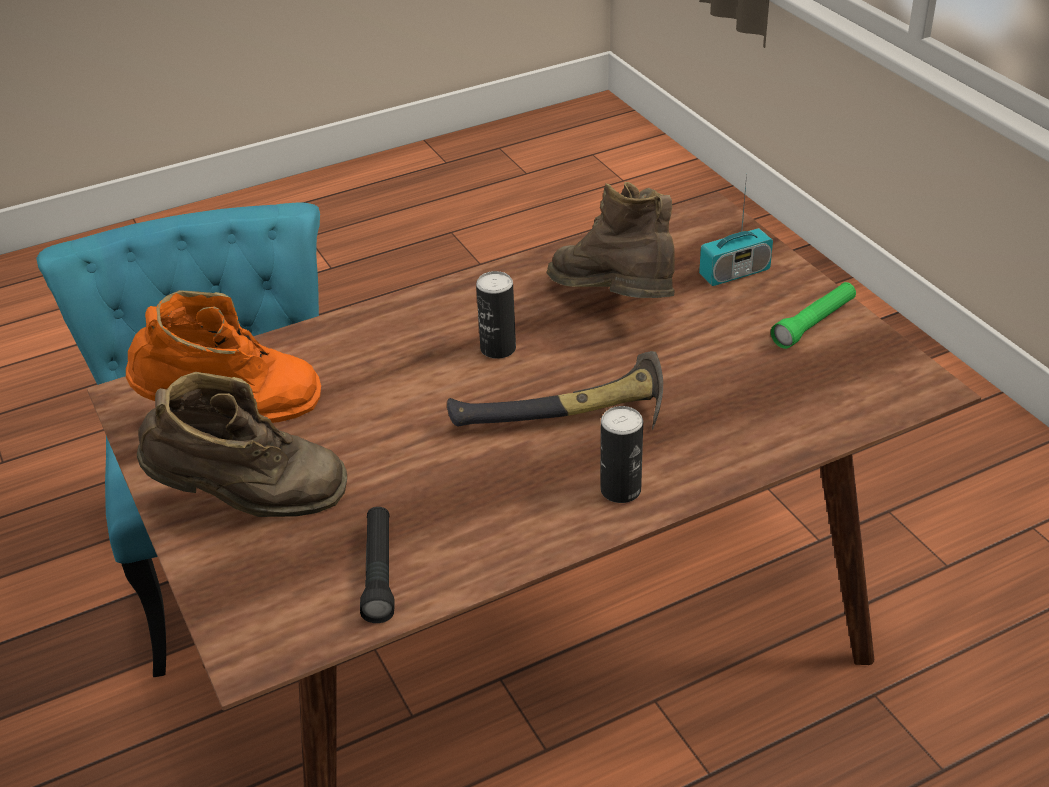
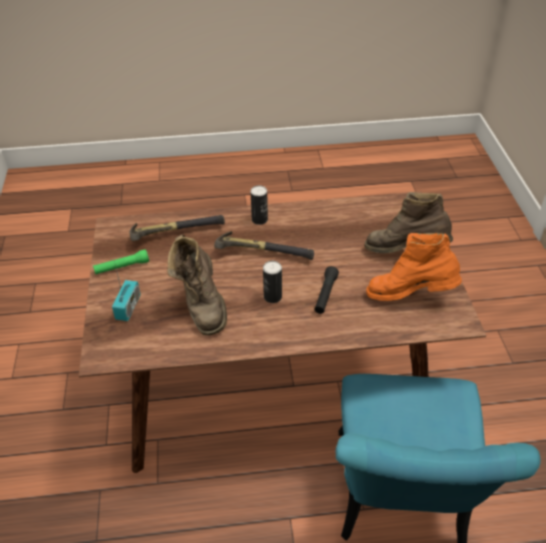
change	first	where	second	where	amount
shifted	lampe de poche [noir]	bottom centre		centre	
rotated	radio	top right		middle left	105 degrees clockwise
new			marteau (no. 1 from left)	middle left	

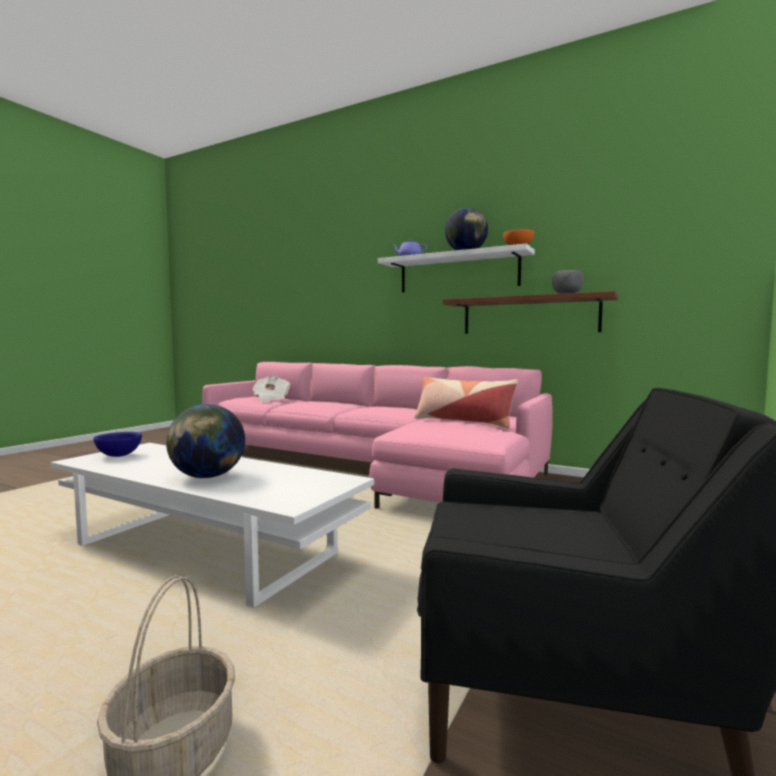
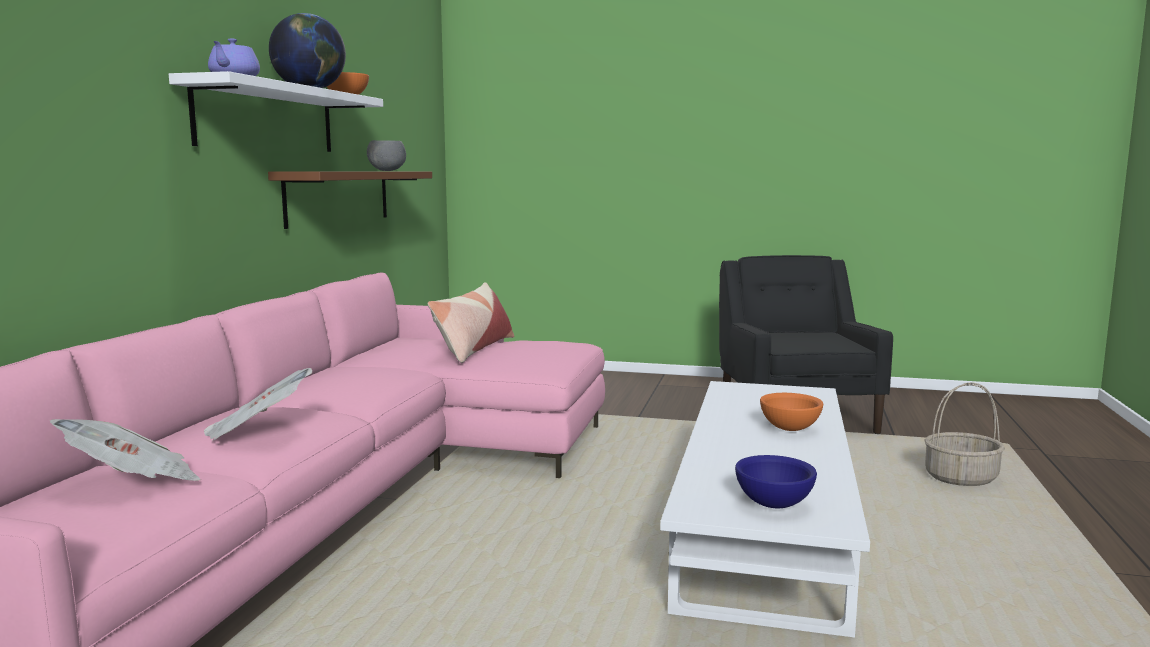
change	first	where	second	where	amount
swapped	globe (no. 1 from left)	middle left	bol [orange] (no. 2 from left)	middle right	
new			journal (no. 2 from left)	middle left	

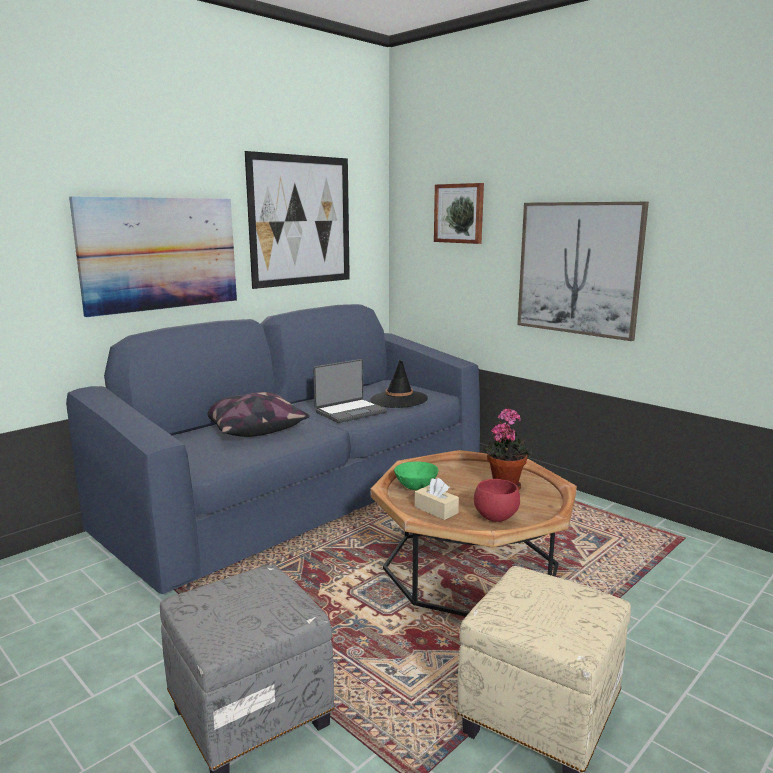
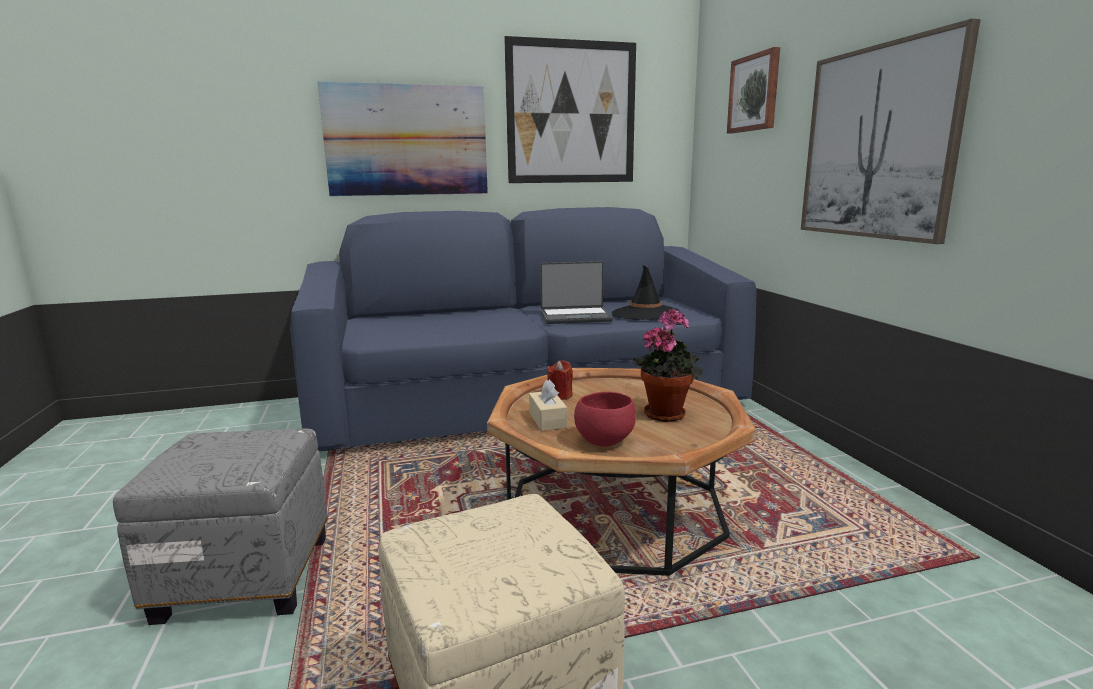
change	first	where	second	where	amount
gone	coussin	centre			
swapped	bol [vert]	centre	bougie [rouge]	centre	

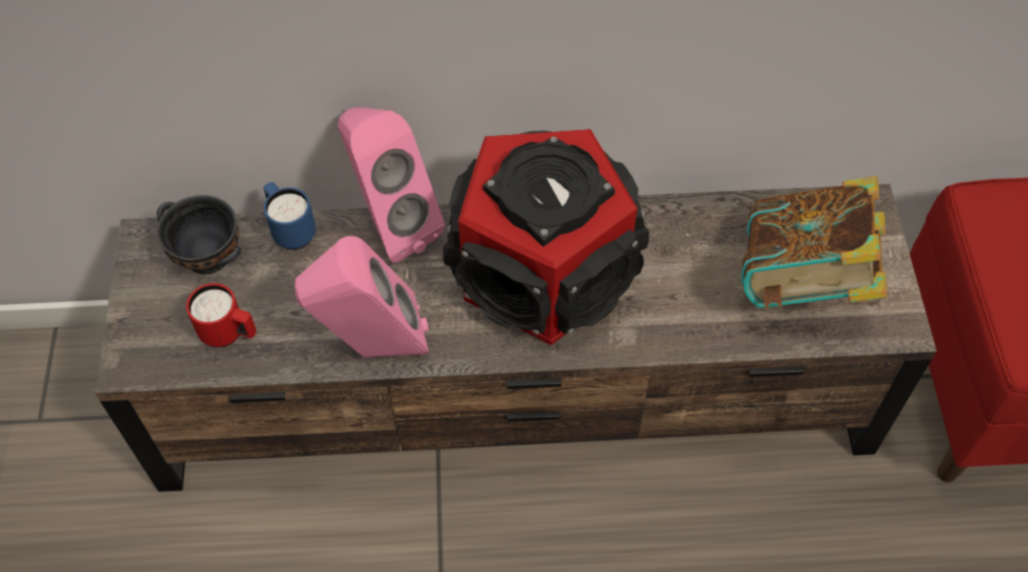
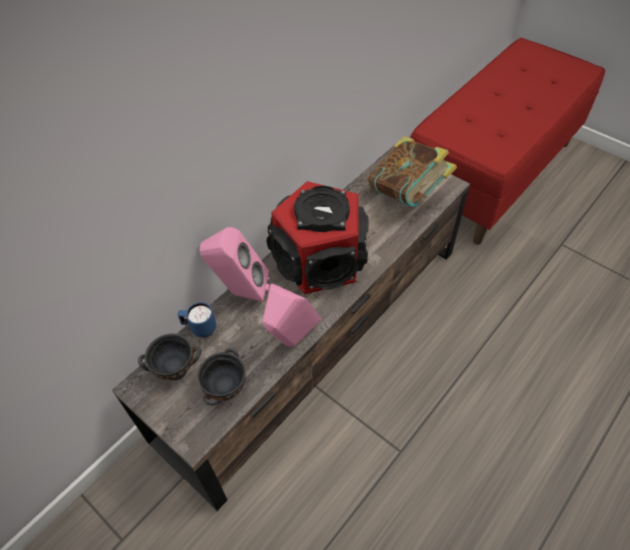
change	first	where	second	where	amount
swapped	mug [rouge]	middle left	bol [noir] (no. 2 from left)	bottom centre	

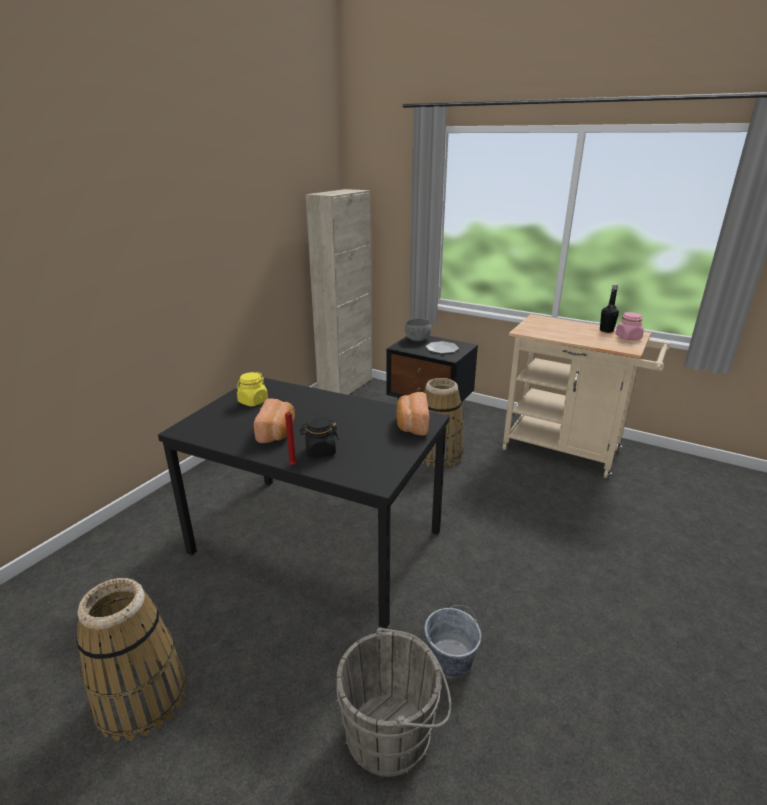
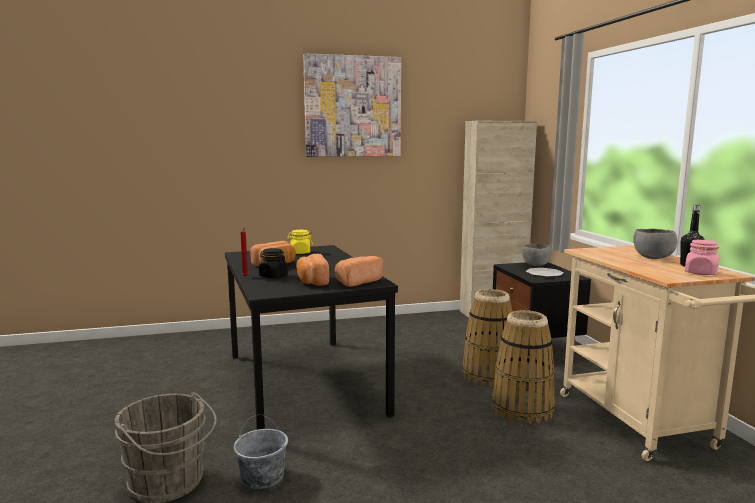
change	first	where	second	where	amount
shifted	panier (no. 1 from left in the first image)	bottom left	panier (no. 2 from left)	bottom right	
new			pain (no. 2 from left)	centre	
new			tableau	top centre	
new			bol [gris] (no. 2 from left)	middle right	

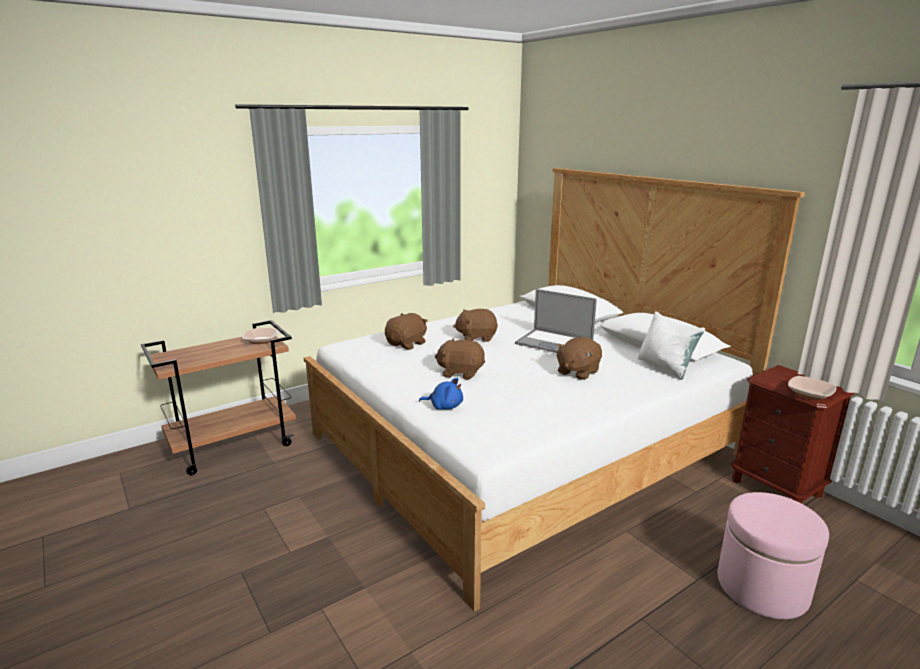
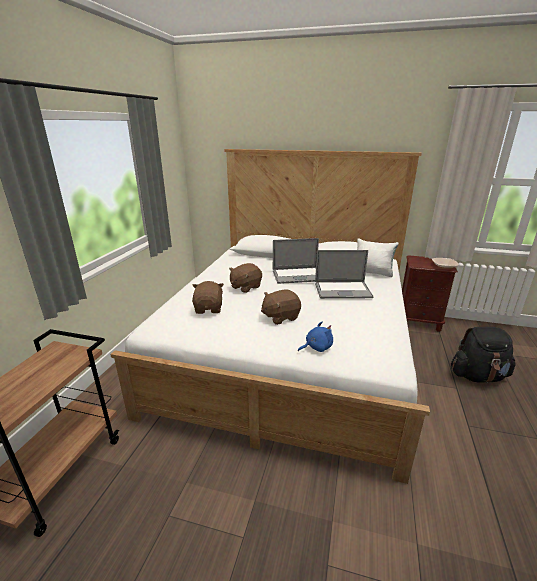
change	first	where	second	where	amount
gone	bol (no. 1 from left)	middle left			
swapped	peluche [marron] (no. 4 from left)	centre	ordinateur portable (no. 2 from left)	centre	
swapped	pouf [rose]	bottom right	sac à dos [noir]	middle right	

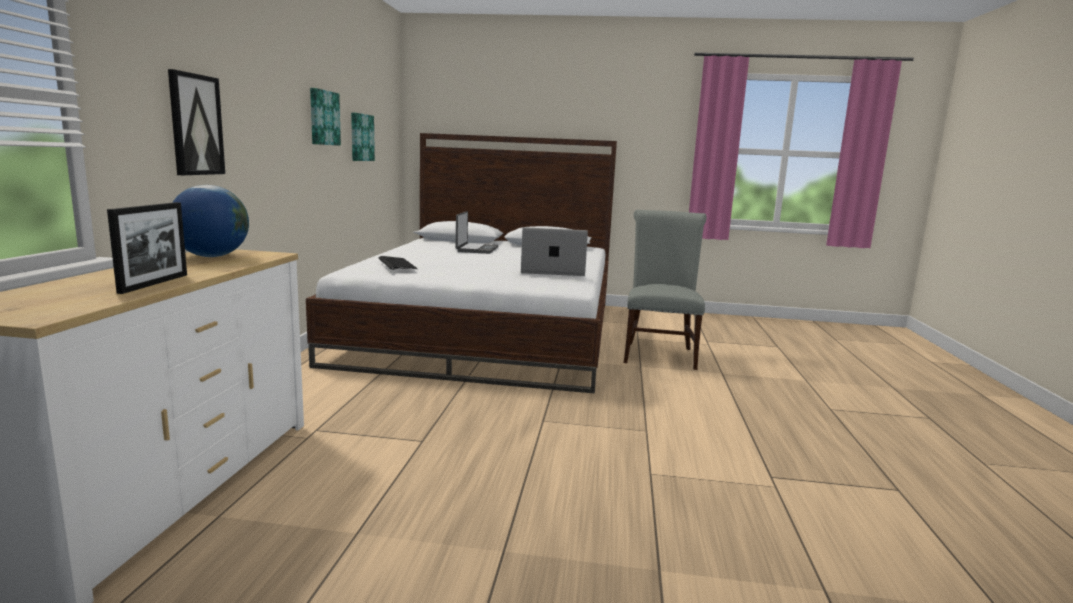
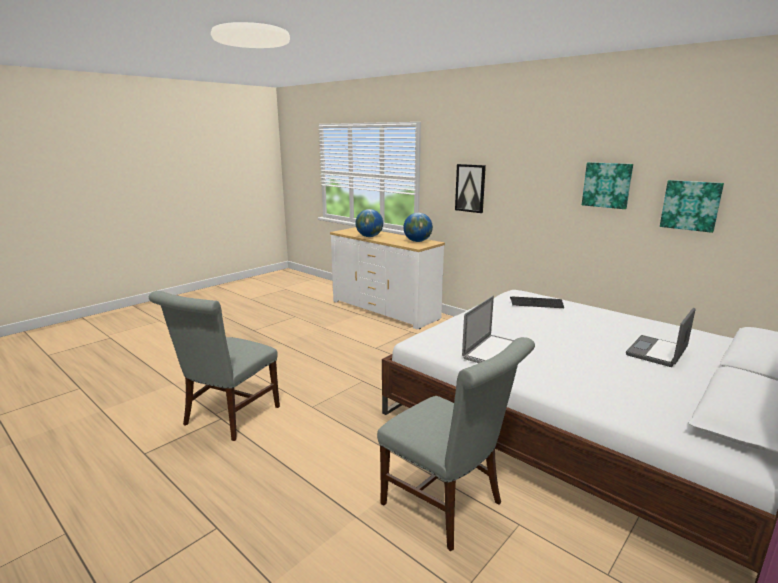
change	first	where	second	where	amount
swapped	cadre photo	middle left	globe (no. 1 from left)	centre	
rotated	ordinateur portable (no. 1 from left in the first image)	centre	ordinateur portable (no. 2 from left)	middle right	90 degrees clockwise
new			chaise [gris] (no. 1 from left)	middle left	

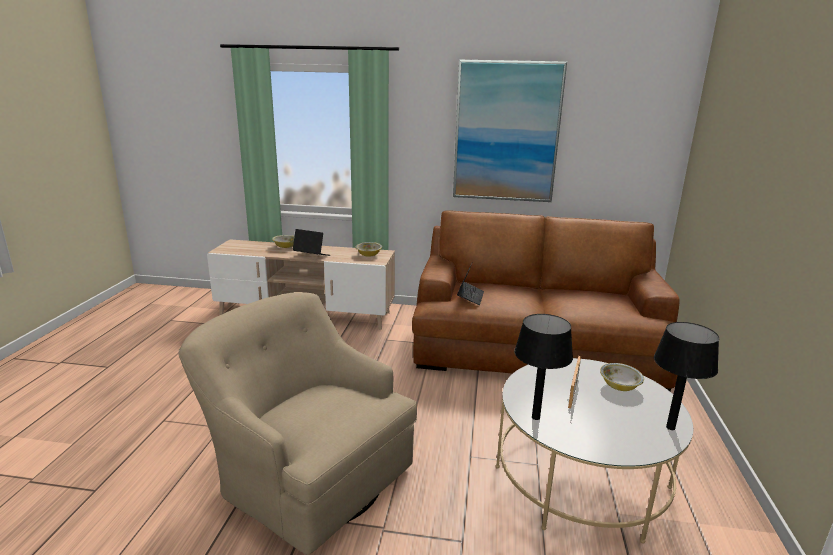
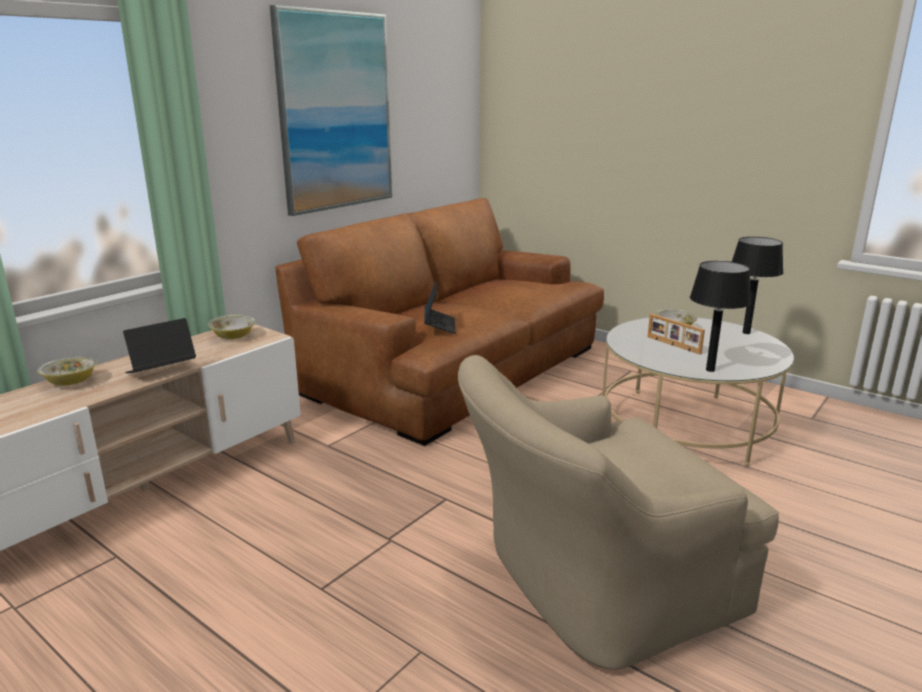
change	first	where	second	where	amount
rotated	ordinateur portable (no. 2 from left)	centre		centre	45 degrees clockwise

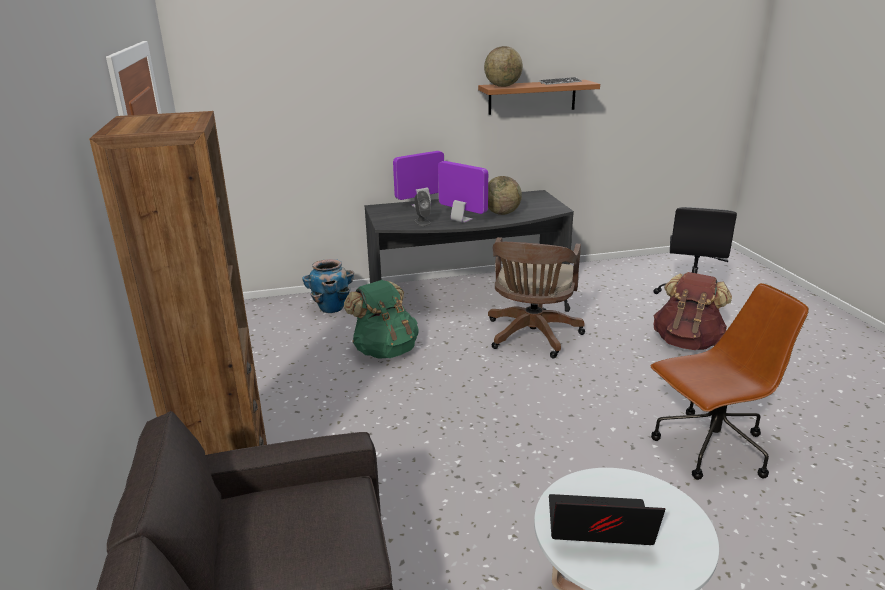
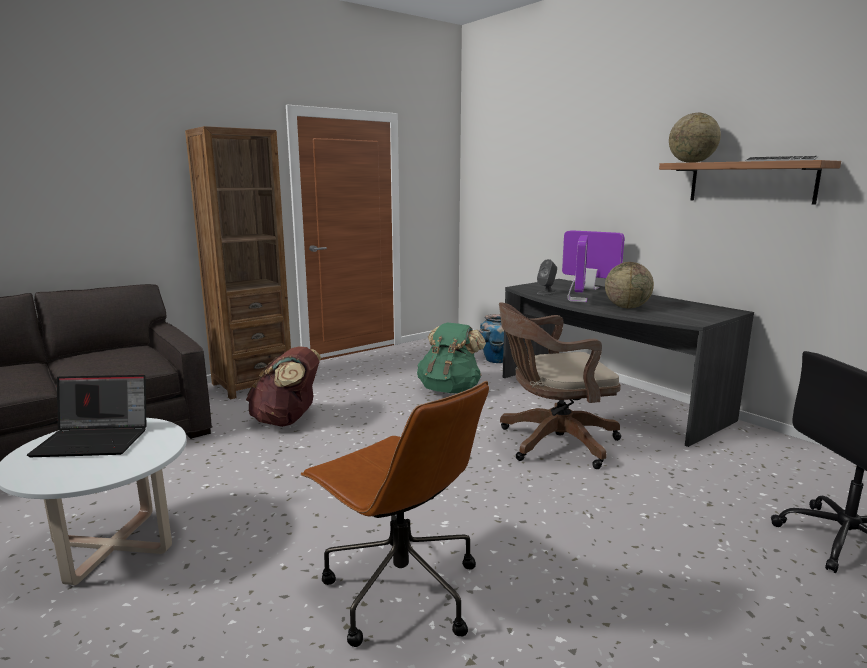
change	first	where	second	where	amount
rotated	ordinateur portable	bottom right		middle left	105 degrees clockwise
shifted	sac à dos [marron]	middle right		middle left	

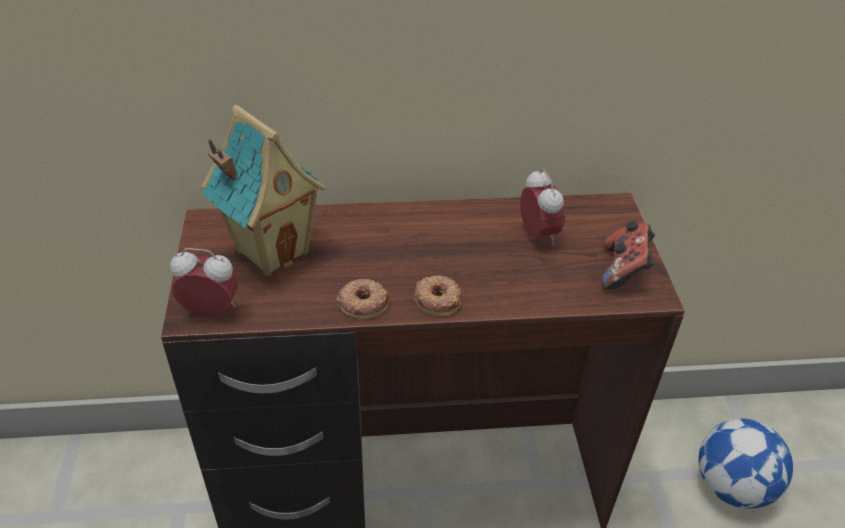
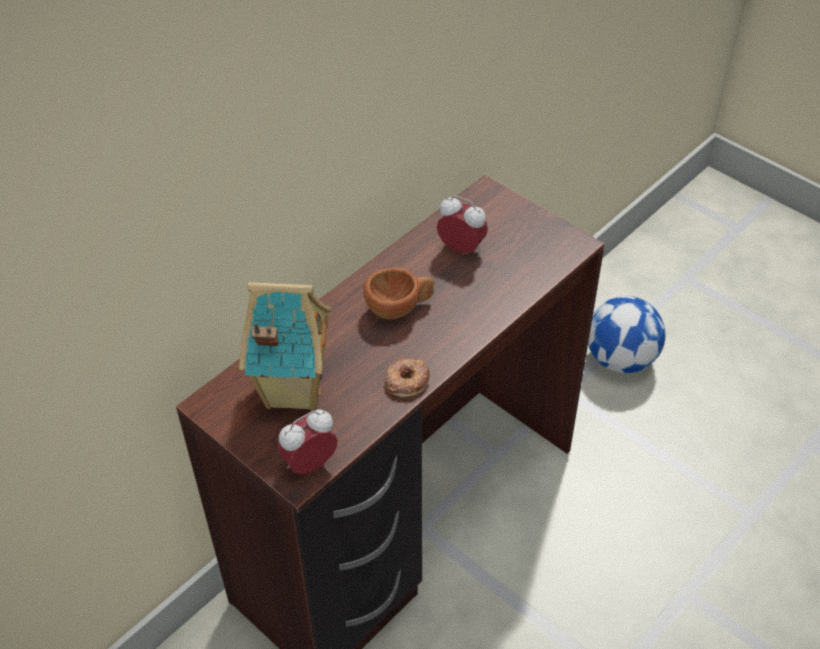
change	first	where	second	where	amount
gone	beignet (no. 2 from left)	centre			
gone	manette	middle right			
new			tasse [marron]	centre	

